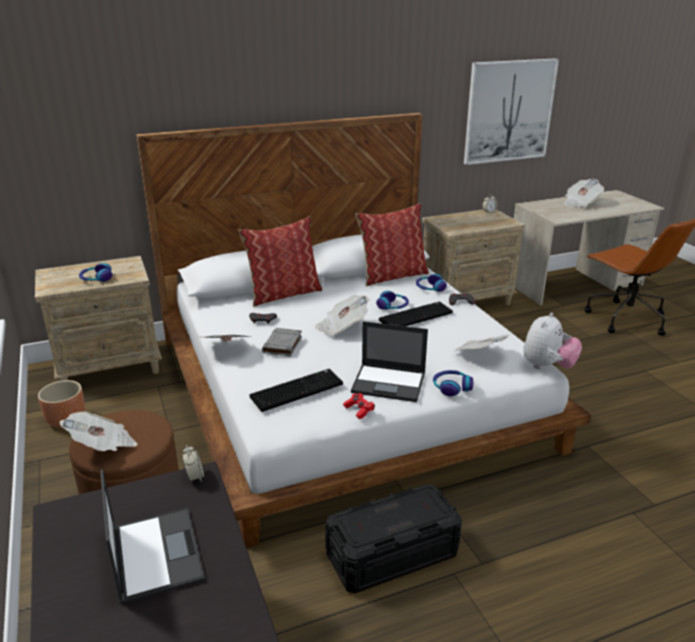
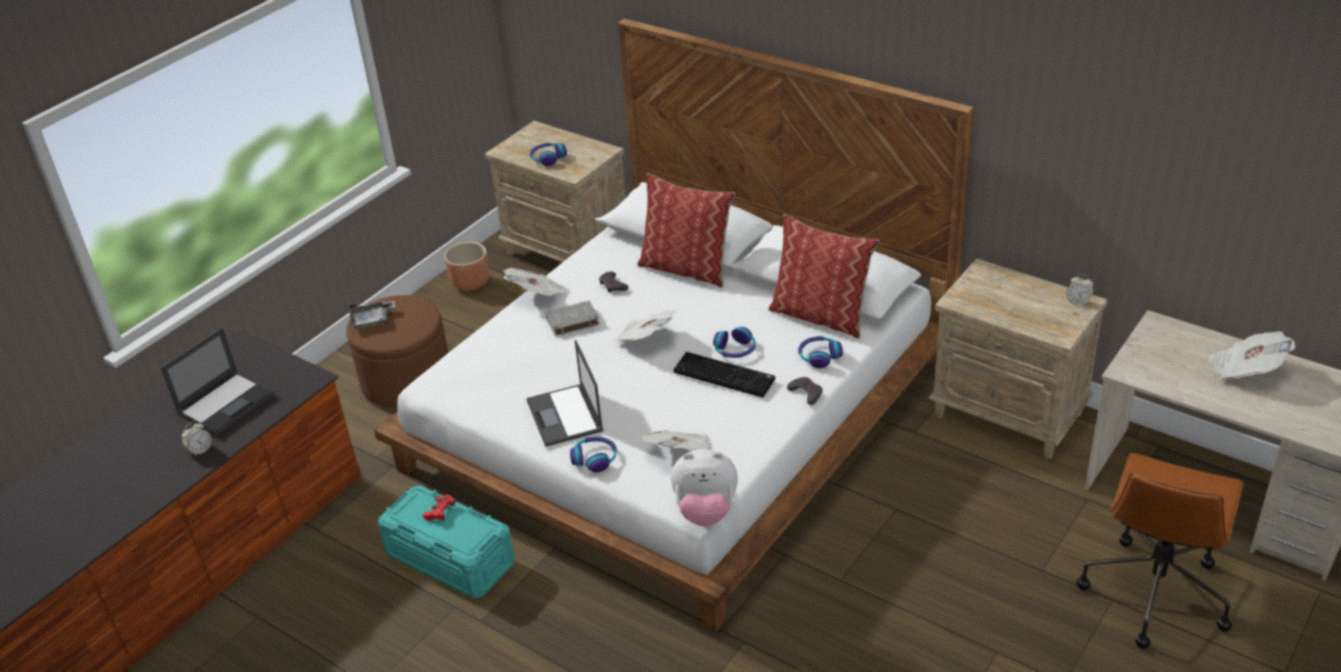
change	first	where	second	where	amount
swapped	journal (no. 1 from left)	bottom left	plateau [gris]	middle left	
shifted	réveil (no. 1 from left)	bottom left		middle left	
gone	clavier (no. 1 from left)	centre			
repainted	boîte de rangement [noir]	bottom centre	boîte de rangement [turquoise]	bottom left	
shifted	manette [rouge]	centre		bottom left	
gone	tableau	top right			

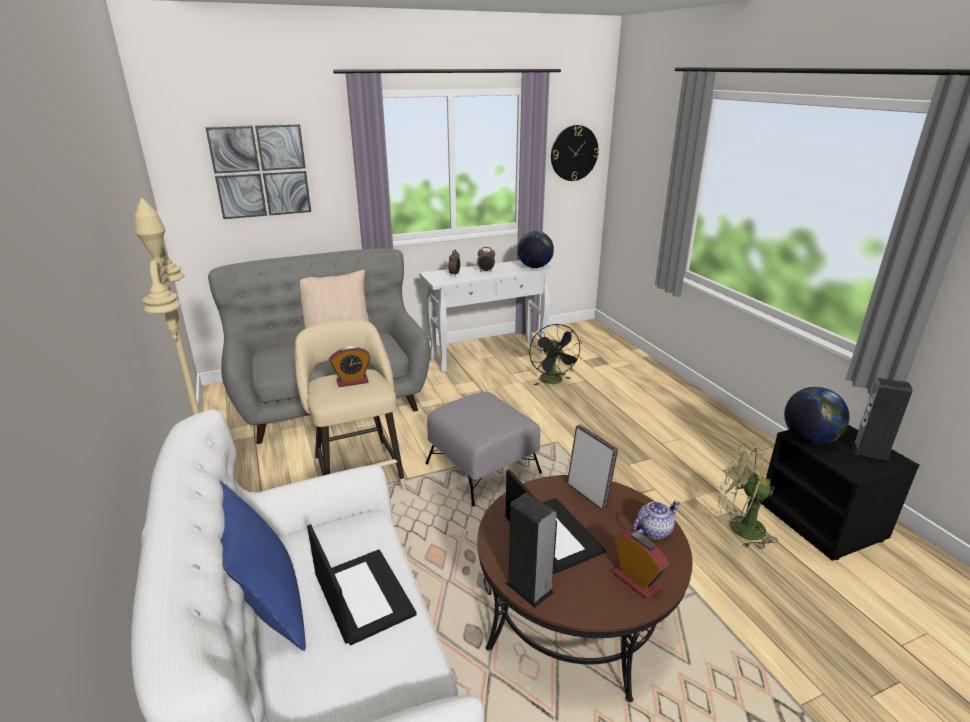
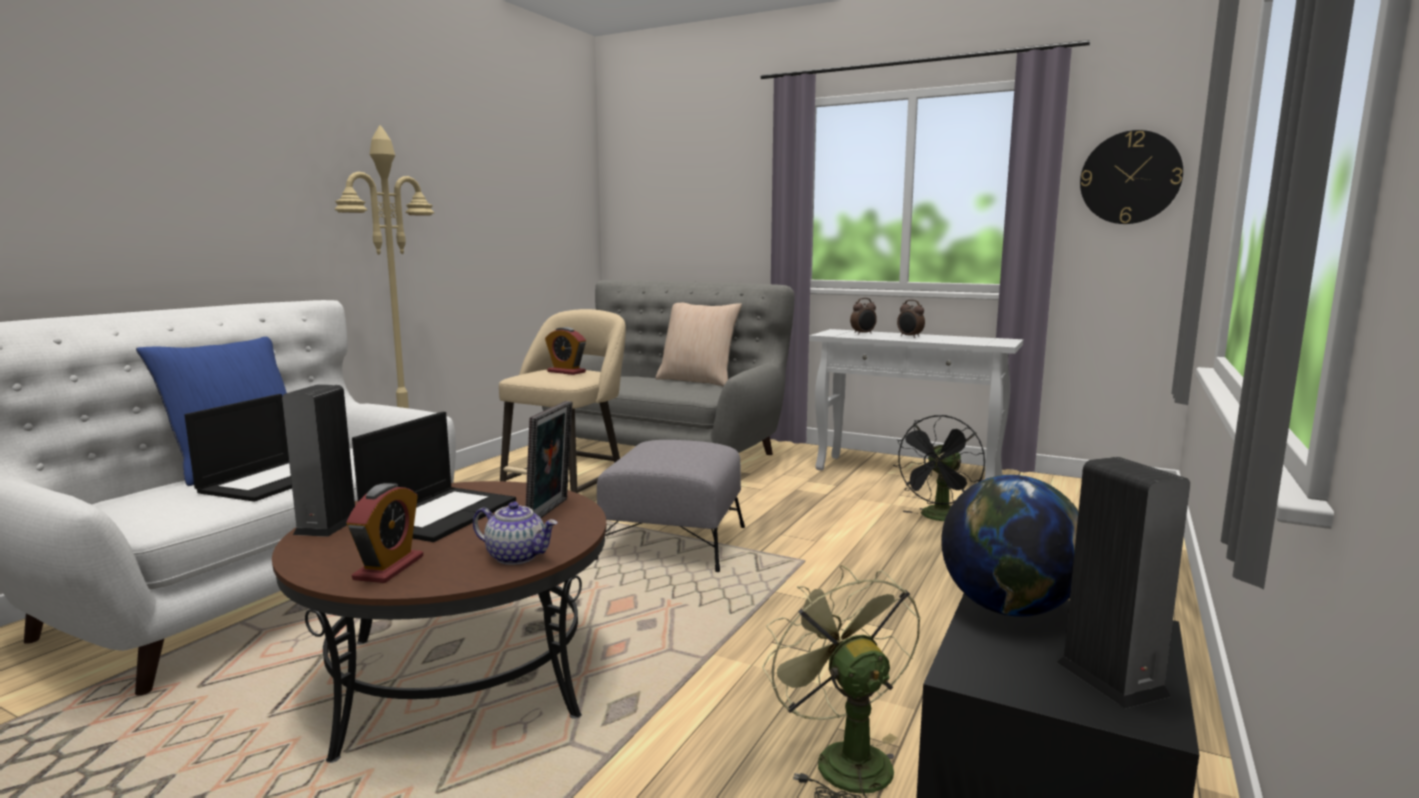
change	first	where	second	where	amount
gone	tableau	top left			
gone	globe (no. 1 from left)	centre			

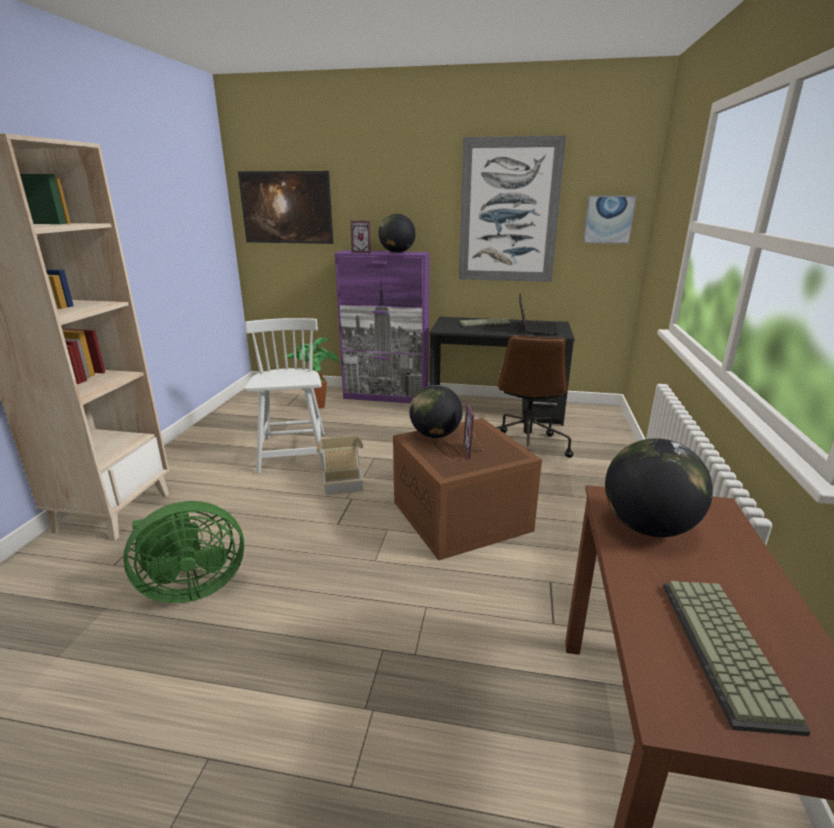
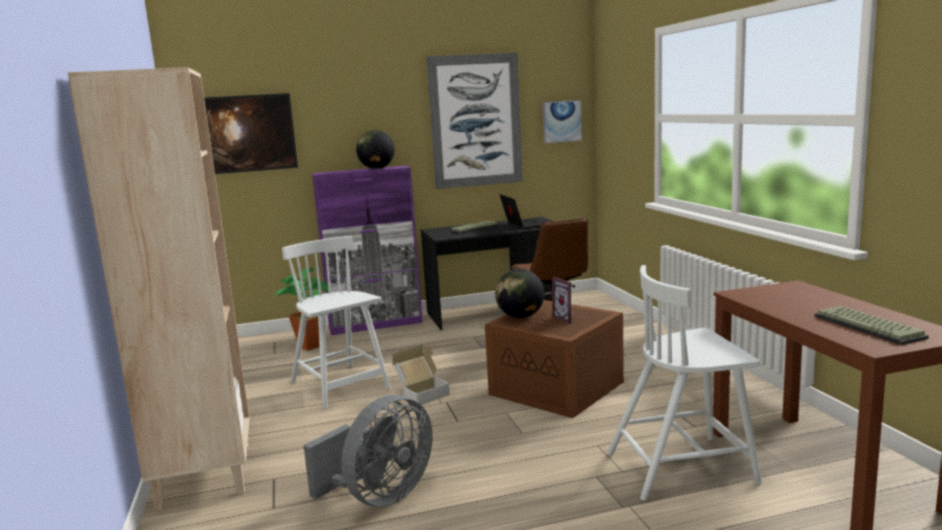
change	first	where	second	where	amount
repainted	ventilateur [vert]	bottom left	ventilateur [gris]	bottom centre	
gone	cadre photo (no. 1 from left)	top centre			
gone	globe (no. 3 from left)	middle right			
new			chaise [blanc] (no. 2 from left)	bottom right	

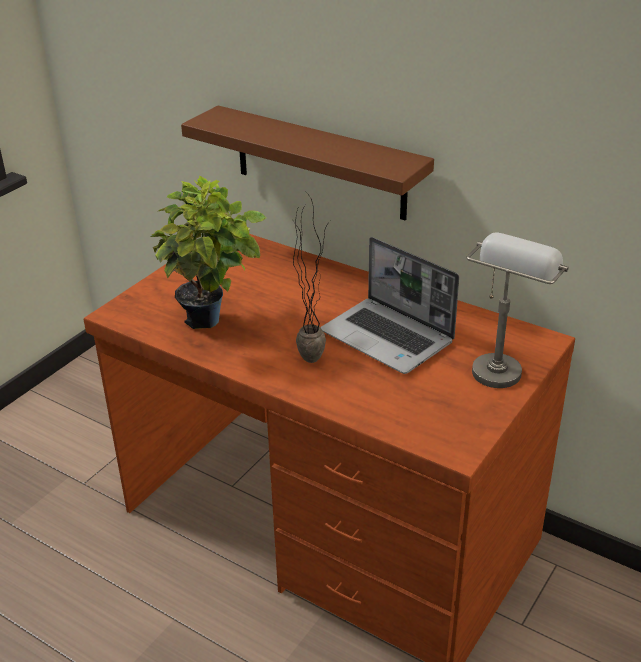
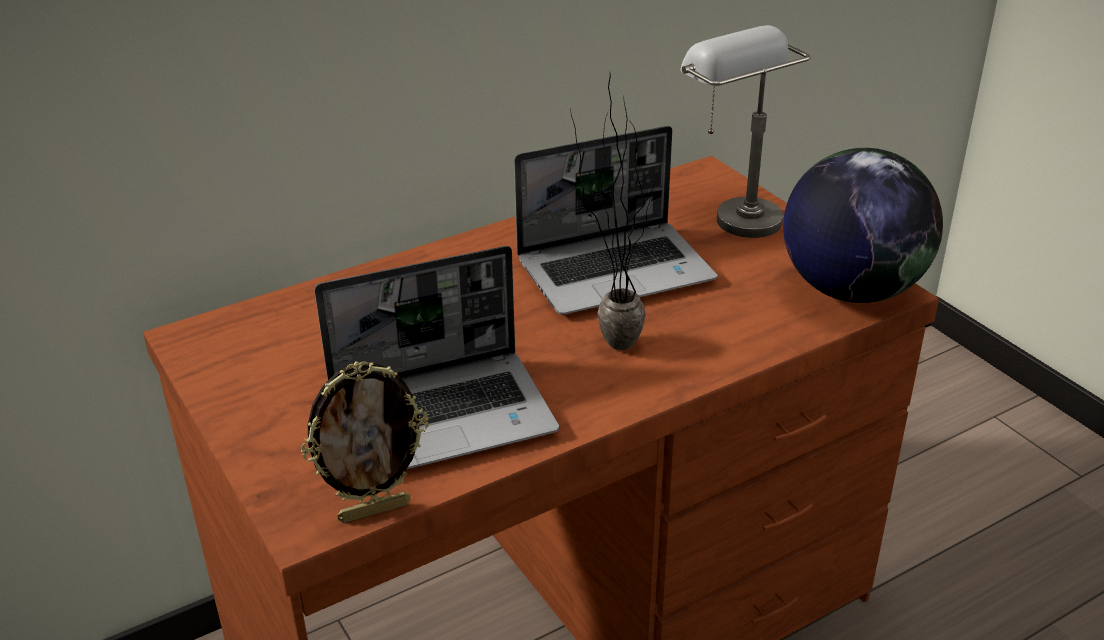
change	first	where	second	where	amount
swapped	plante en pot (no. 1 from left)	middle left	ordinateur portable (no. 1 from left)	centre	
gone	étagère [marron]	top centre			
new			cadre photo	bottom left	
new			globe	middle right	

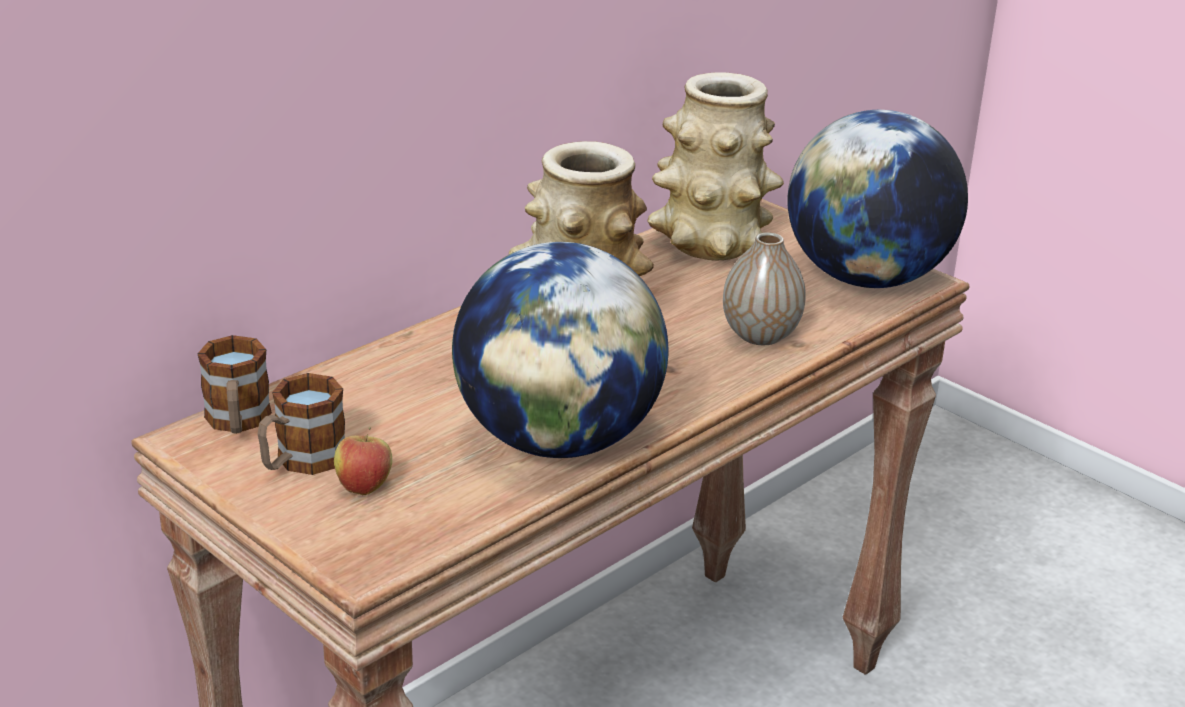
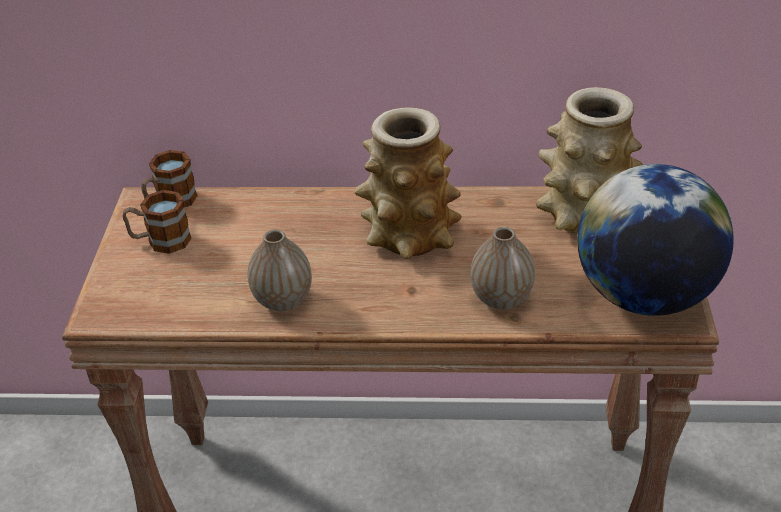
change	first	where	second	where	amount
gone	pomme	middle left			
swapped	globe (no. 1 from left)	centre	vase (no. 1 from left)	centre	

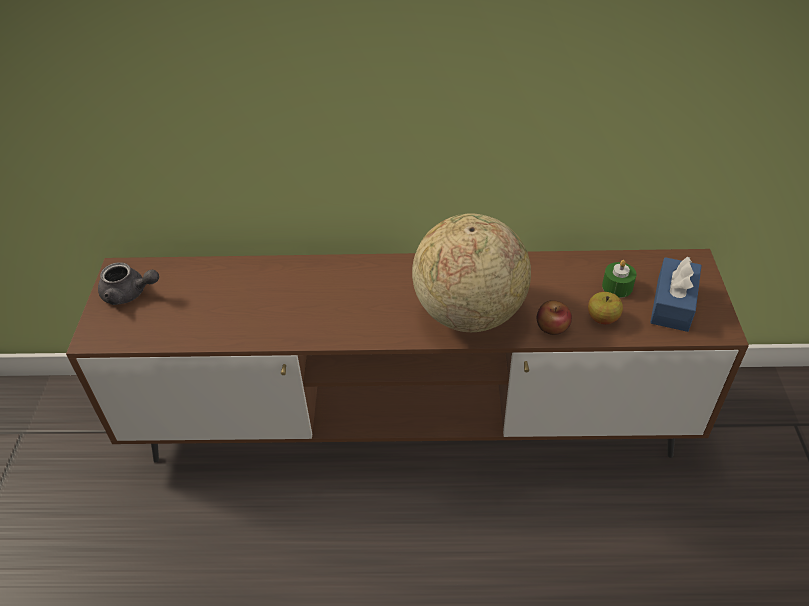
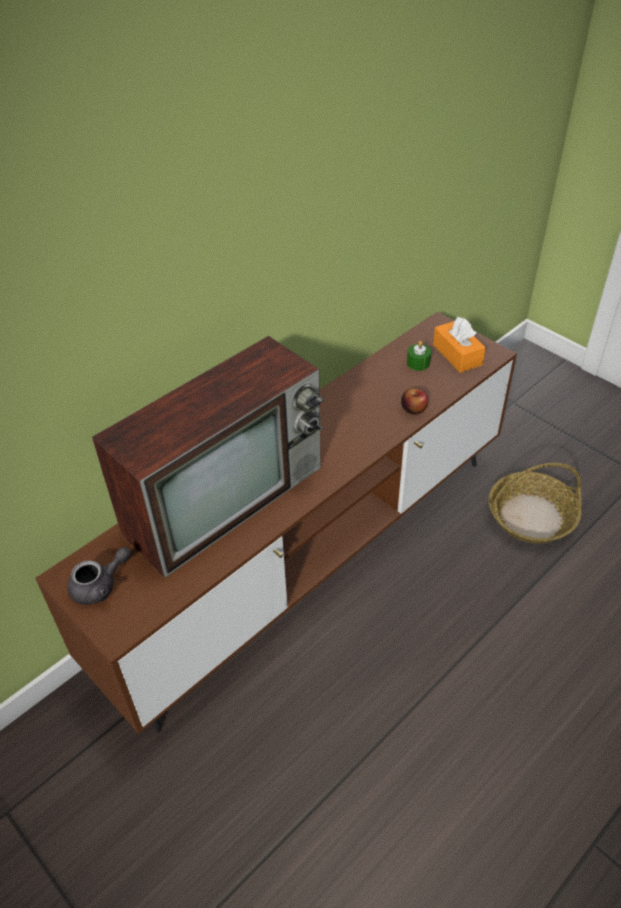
change	first	where	second	where	amount
gone	globe	centre			
gone	pomme (no. 2 from left)	middle right			
repainted	boîte à mouchoirs [bleu]	middle right	boîte à mouchoirs [orange]	middle right	
new			téléviseur	centre	
new			panier	middle right	

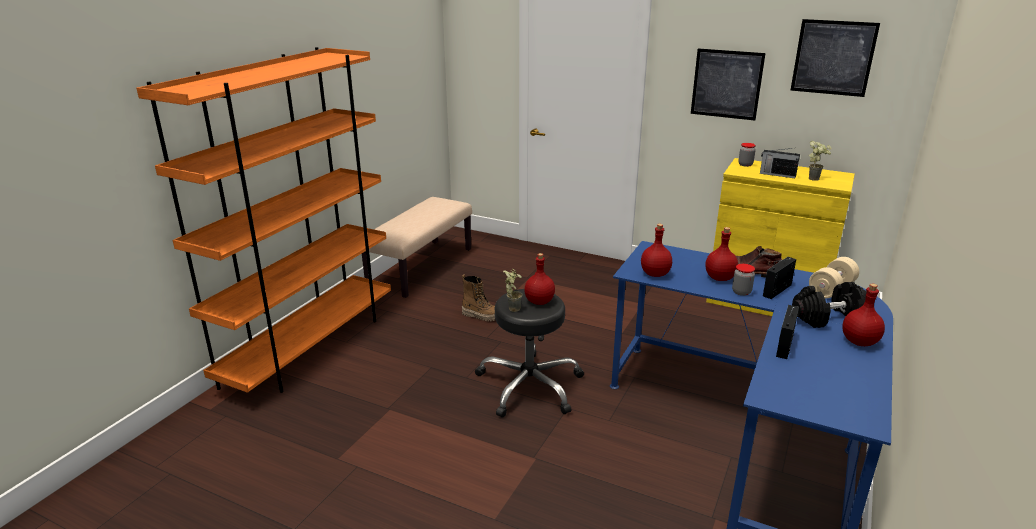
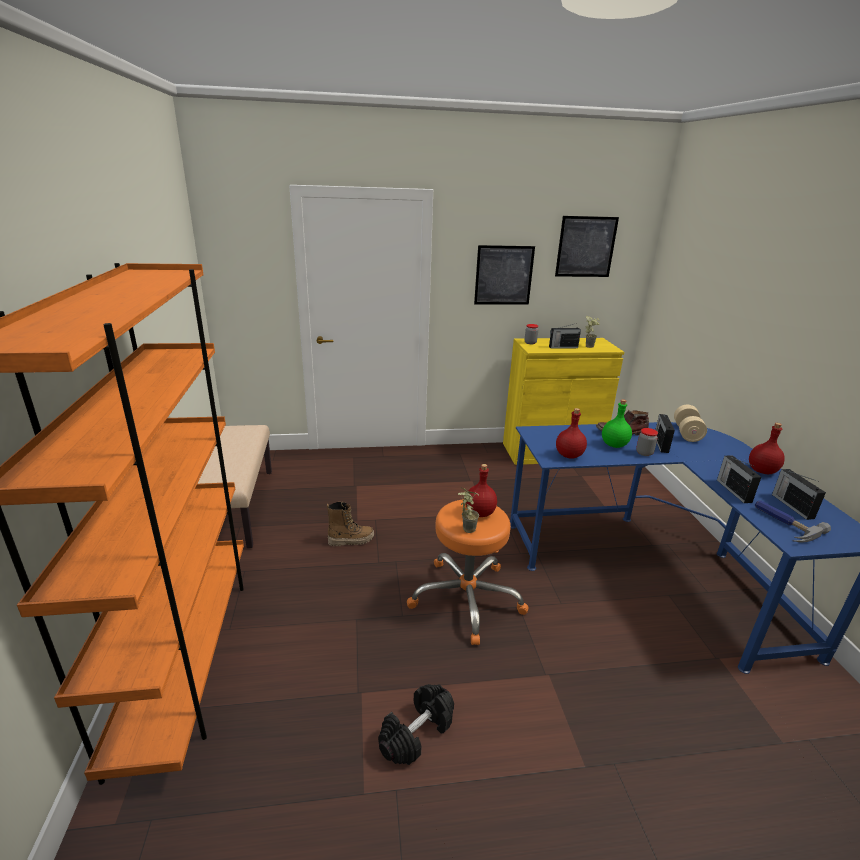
change	first	where	second	where	amount
repainted	tabouret [noir]	bottom centre	tabouret [orange]	centre	
repainted	bouteille [rouge] (no. 3 from left)	middle right	bouteille [vert]	middle right	
shifted	haltère [noir]	middle right		bottom centre	
new			marteau	middle right	
new			radio (no. 4 from left)	middle right	

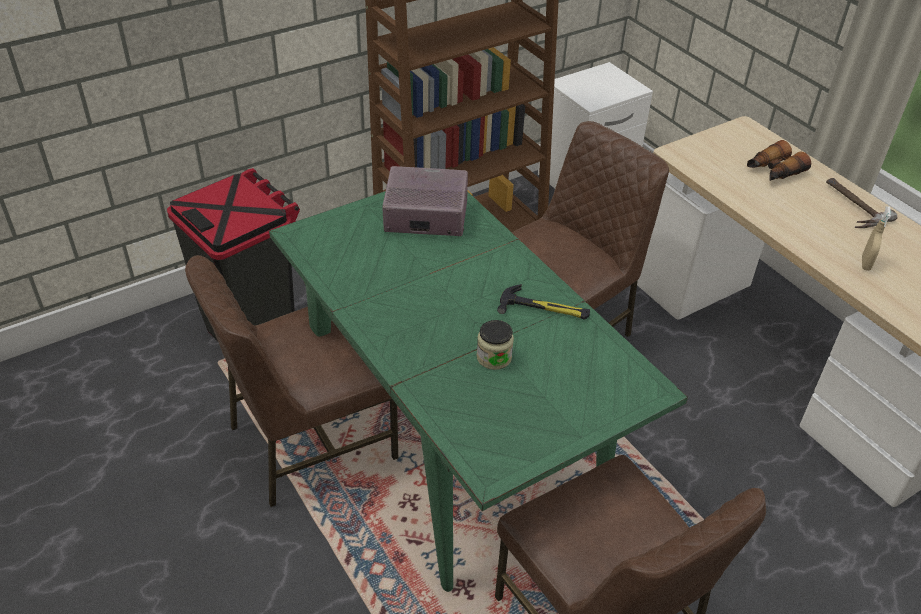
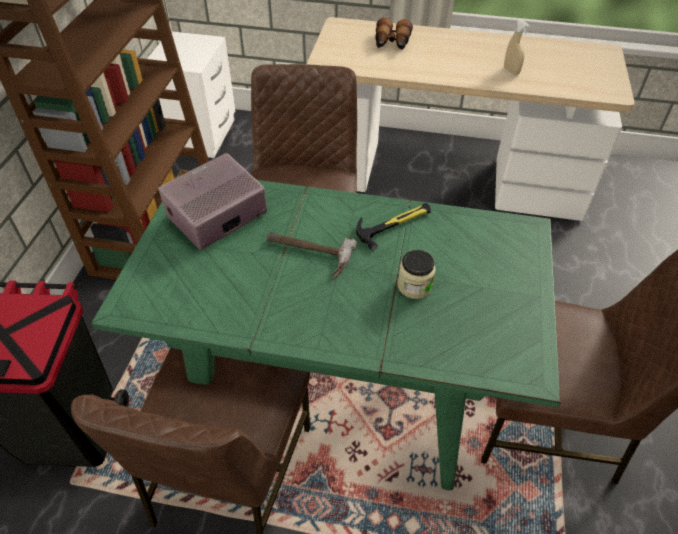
change	first	where	second	where	amount
shifted	marteau (no. 2 from left in the first image)	top right	marteau (no. 1 from left)	centre	

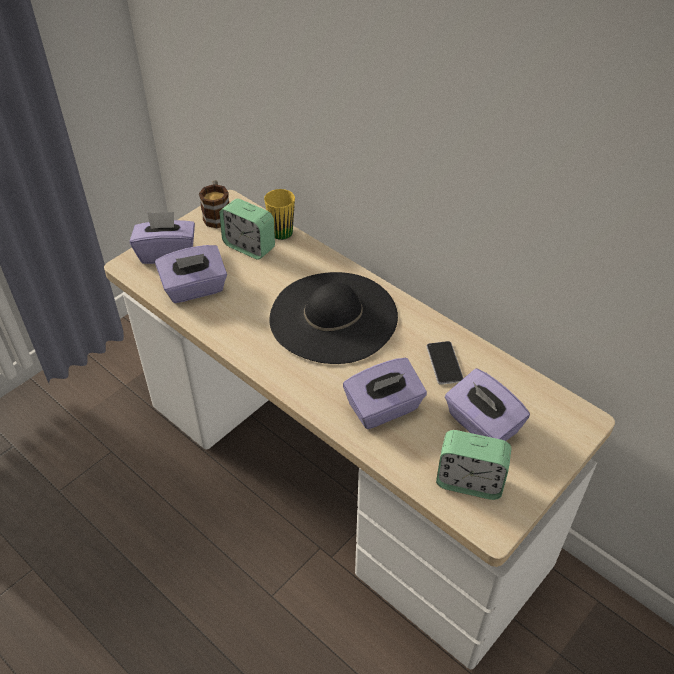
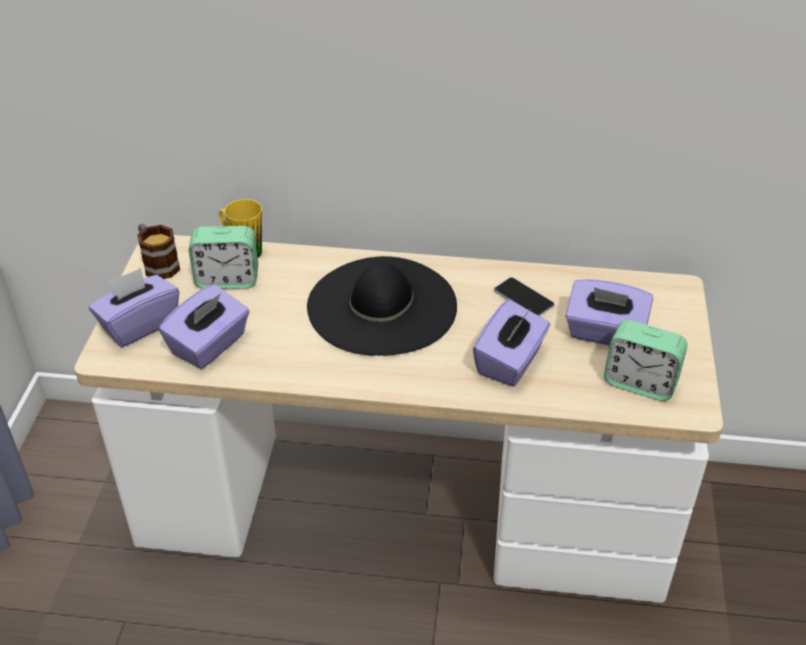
change	first	where	second	where	amount
rotated	réveil (no. 2 from left)	bottom right		middle right	45 degrees clockwise

